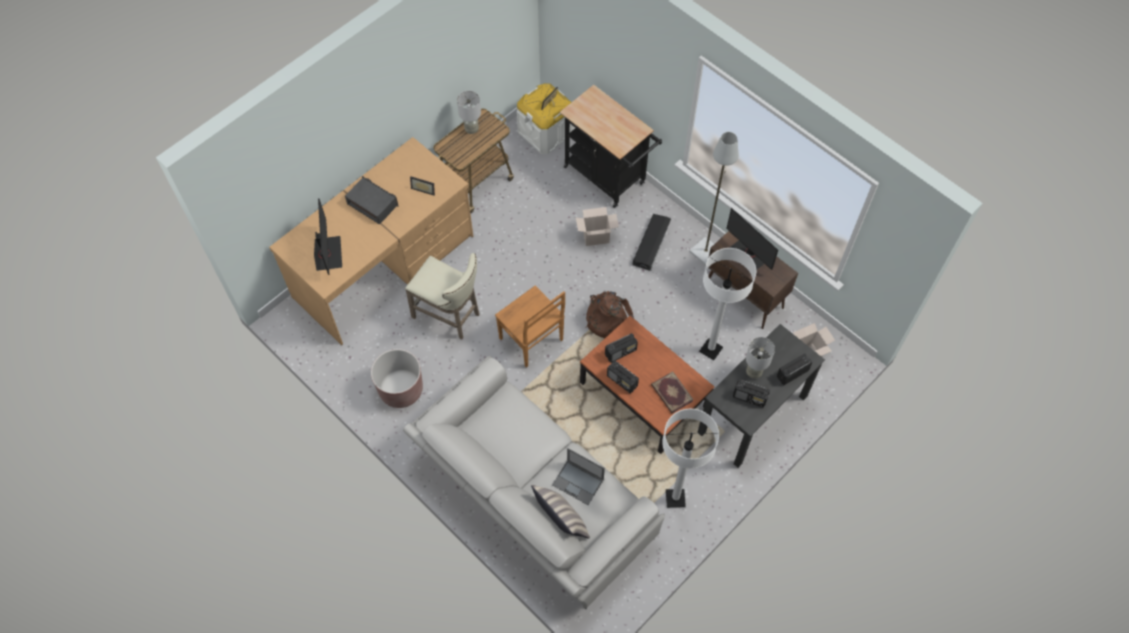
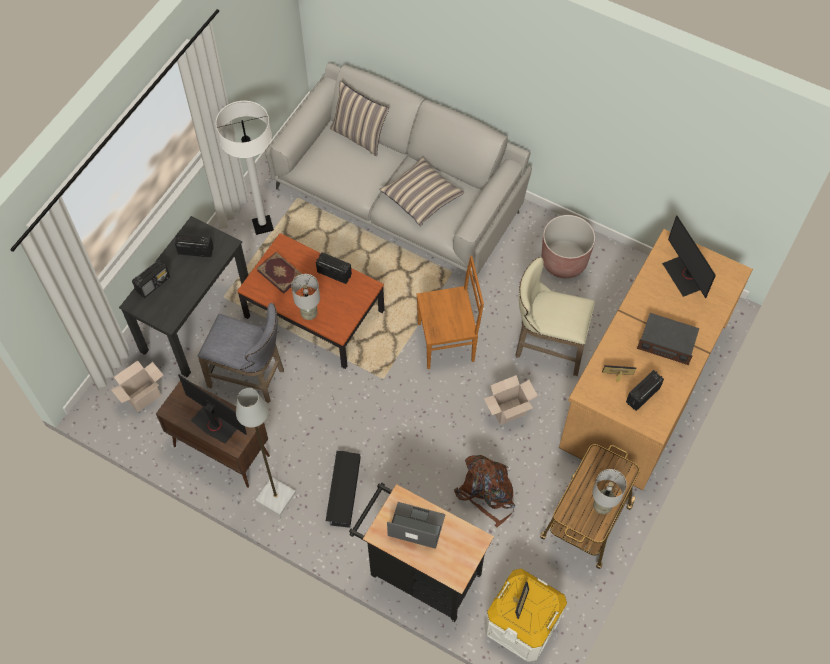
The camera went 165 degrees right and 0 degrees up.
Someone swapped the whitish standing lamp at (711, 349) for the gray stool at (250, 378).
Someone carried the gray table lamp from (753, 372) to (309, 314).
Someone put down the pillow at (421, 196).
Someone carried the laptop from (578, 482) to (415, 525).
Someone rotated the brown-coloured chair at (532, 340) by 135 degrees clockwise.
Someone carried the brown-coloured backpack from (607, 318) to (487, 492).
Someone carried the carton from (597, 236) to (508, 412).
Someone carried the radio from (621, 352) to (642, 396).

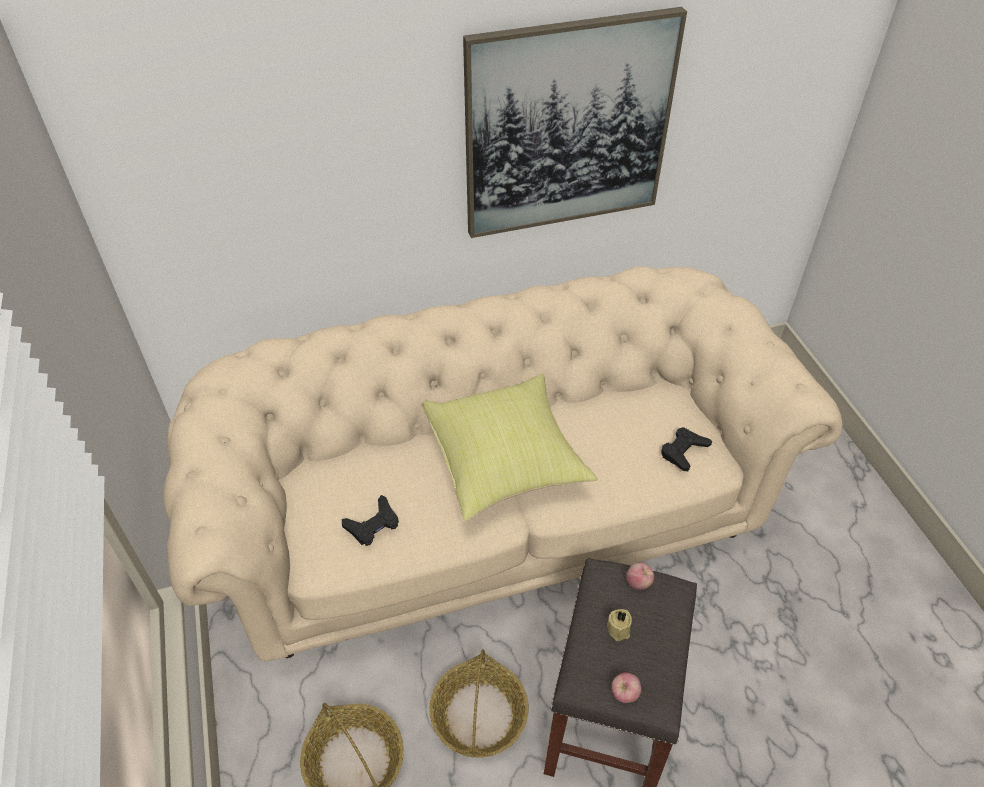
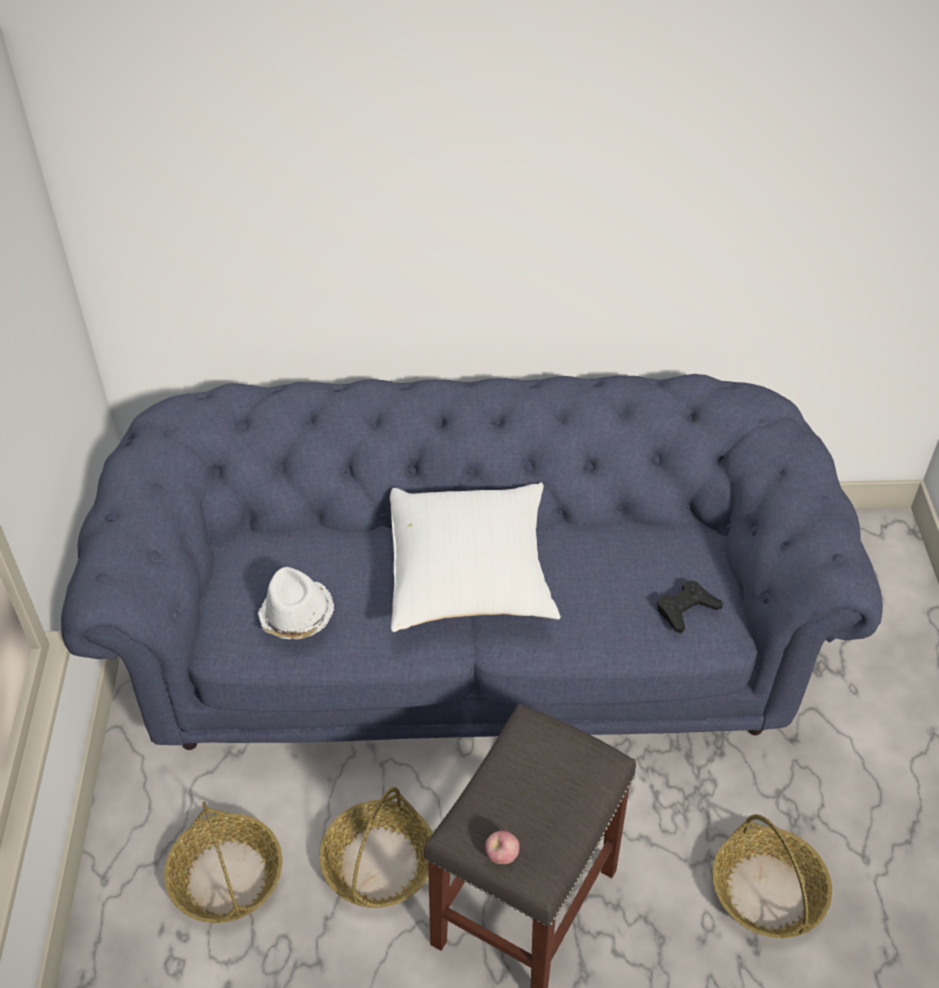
The camera went 15 degrees right and 0 degrees up.
Someone repainted the sand-coloured settee at (492, 511), which became the bluish settee at (469, 639).
Someone swapped the black gamepad at (373, 525) for the whitish wearable hat at (296, 615).
Someone repainted the yellowish pillow at (506, 462), which became the whitish pillow at (471, 577).
Someone put down the basket at (768, 892).
Someone took away the picture at (567, 127).
Someone took away the sand-coloured candle at (619, 628).
Someone took away the apple at (638, 582).

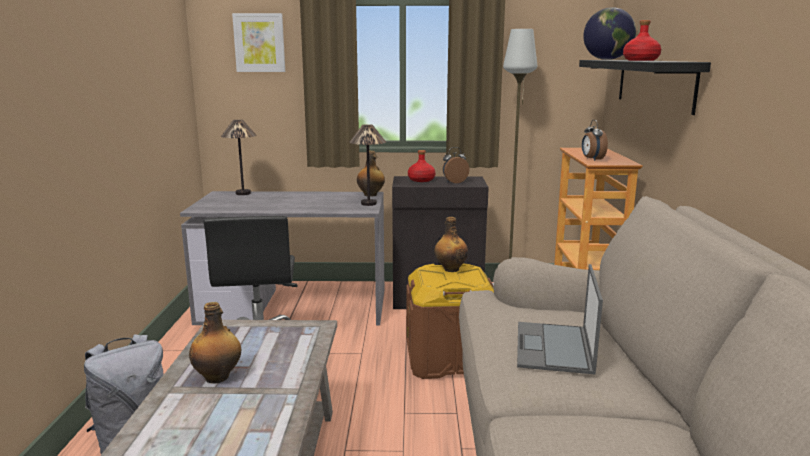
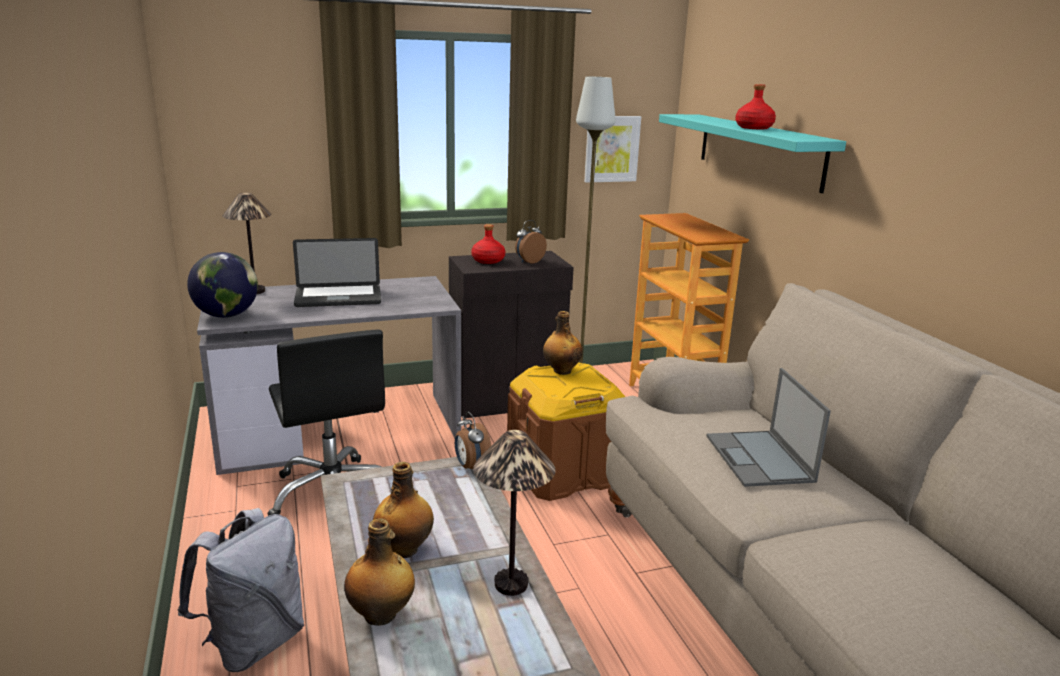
The camera went 20 degrees left and 5 degrees up.
Someone carried the world globe from (607, 59) to (227, 315).
Someone put down the laptop at (338, 298).
Someone carried the drink bottle from (371, 195) to (381, 615).
Someone carried the bedside clock from (592, 159) to (471, 467).
Someone carried the table lamp from (369, 203) to (511, 584).
Someone carried the picture from (259, 43) to (611, 149).
Someone repainted the black bracket shelf at (654, 83), which became the blue-green bracket shelf at (759, 150).

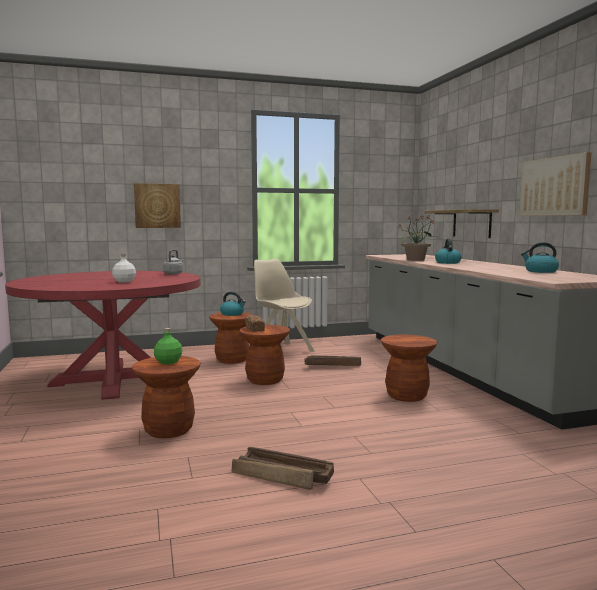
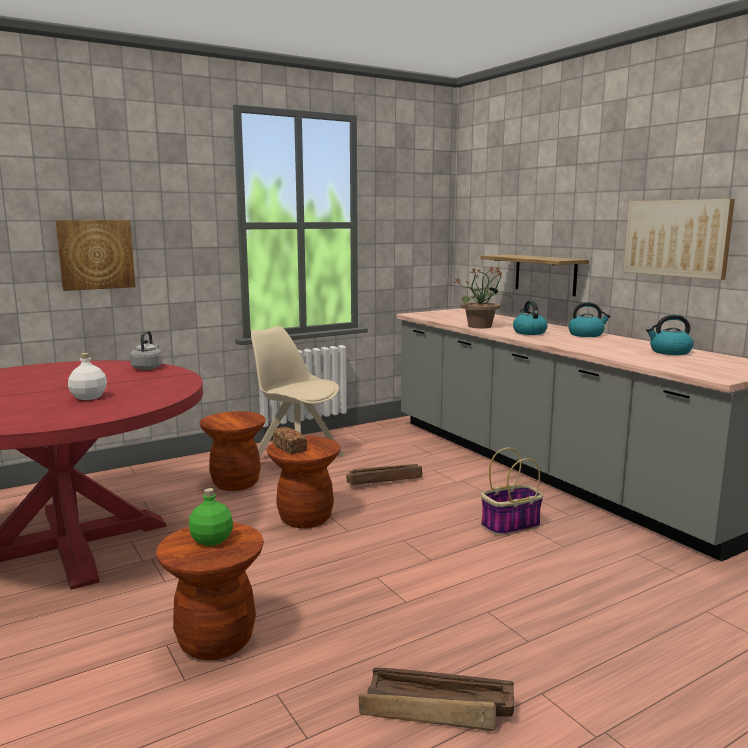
The camera went 15 degrees left and 5 degrees up.
Someone swapped the brown-coloured stool at (406, 396) for the basket at (510, 526).
Someone carried the tea kettle from (232, 314) to (586, 335).

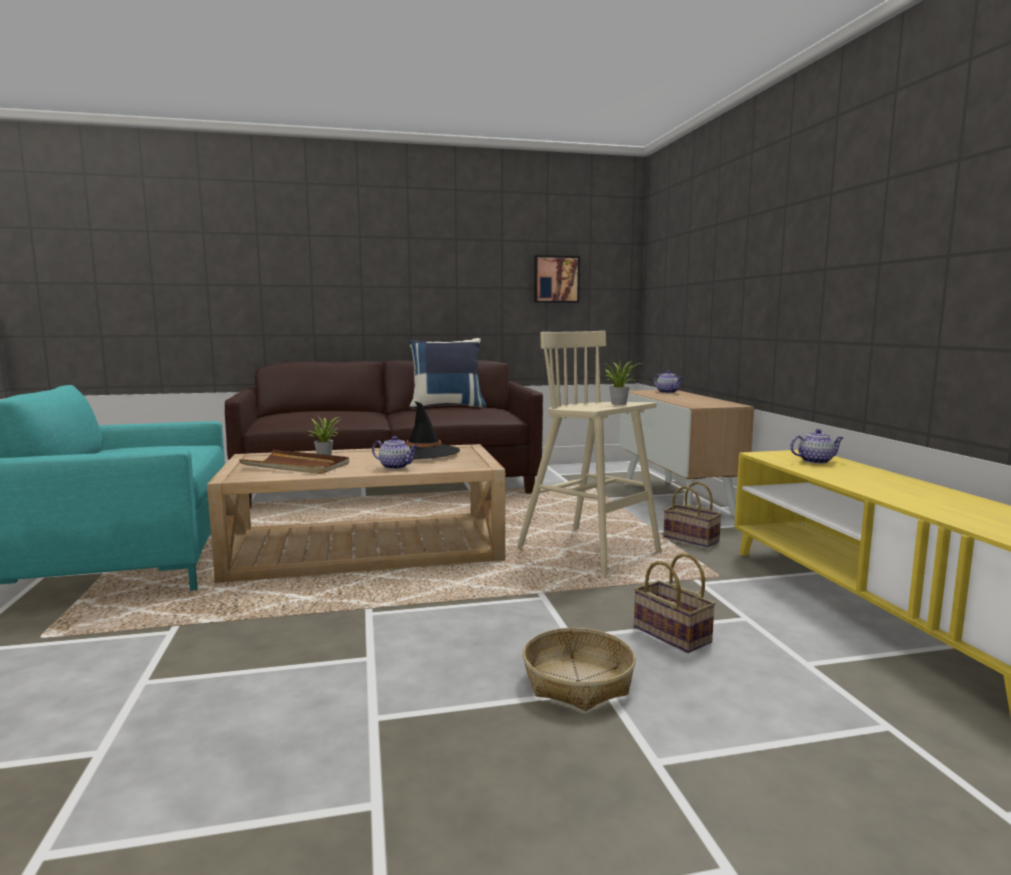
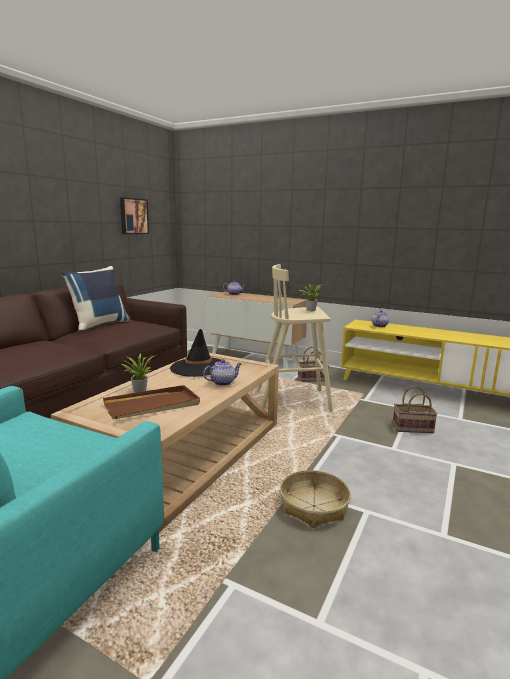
The camera went 50 degrees left and 5 degrees up.
Someone carried the basket from (578, 681) to (314, 506).

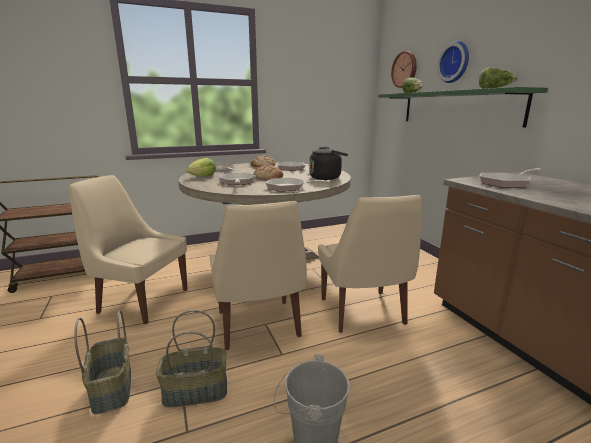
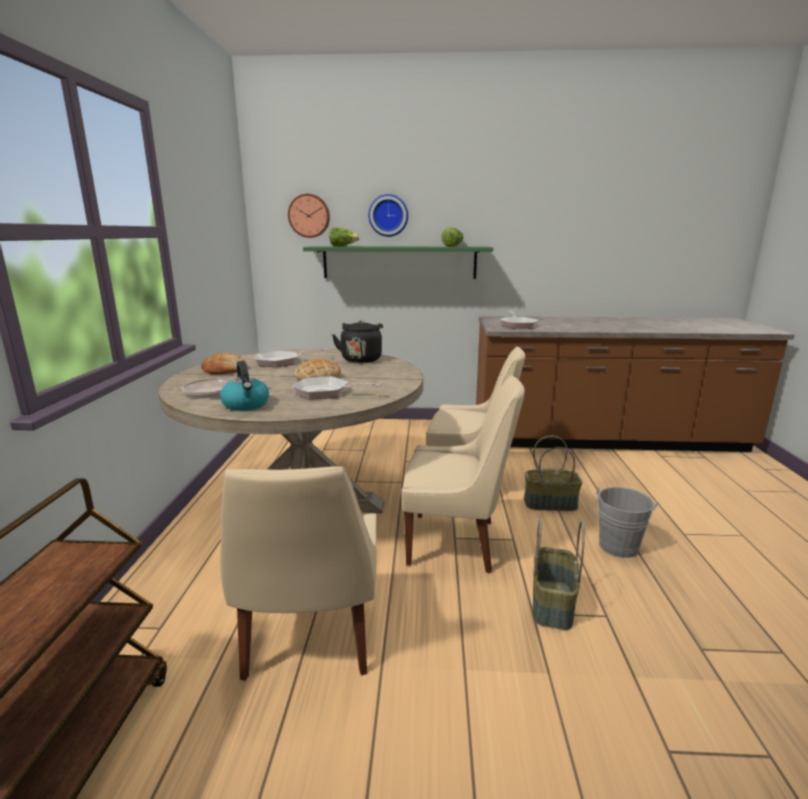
The camera went 65 degrees left and 0 degrees up.
Someone swapped the lettuce at (203, 176) for the tea kettle at (246, 405).
Someone rotated the sand-coloured chair at (141, 300) by 45 degrees counterclockwise.
Someone carried the basket from (113, 388) to (550, 503).
Someone took away the skillet at (289, 188).

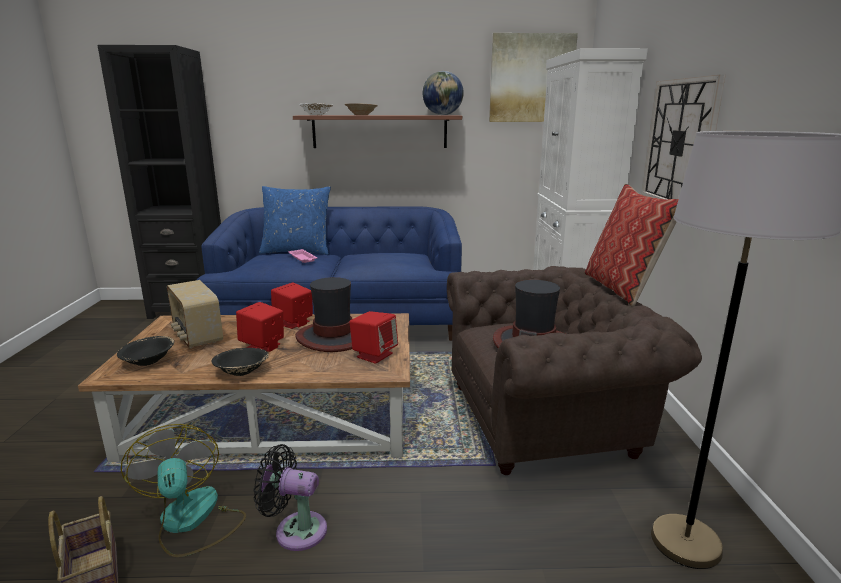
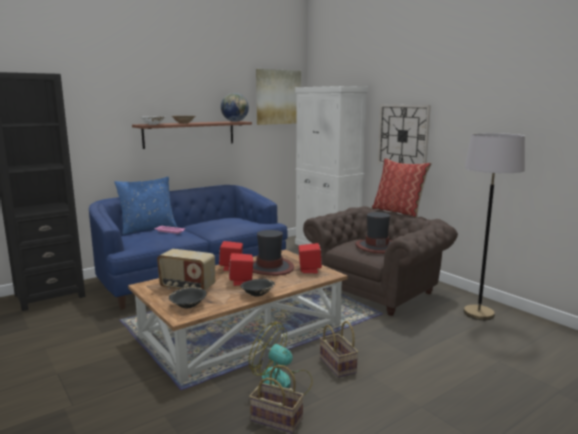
The camera went 35 degrees left and 5 degrees down.
Someone swapped the black electric fan at (296, 530) for the basket at (339, 365).

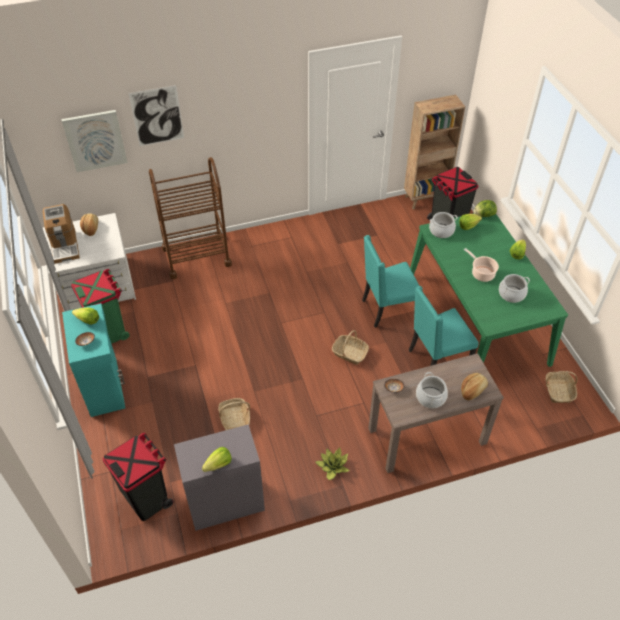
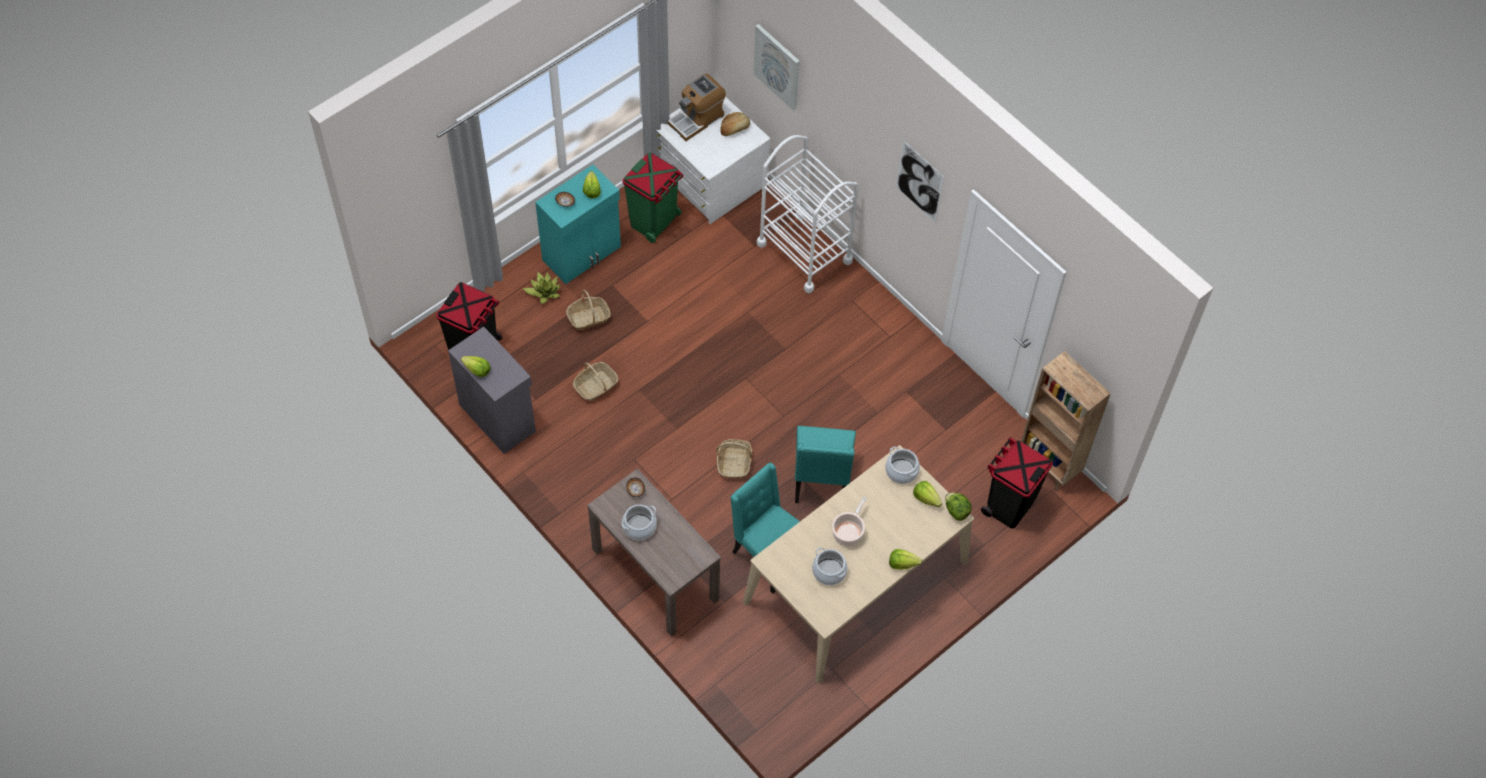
The camera went 65 degrees right and 10 degrees up.
Someone carried the plant in a pot from (333, 467) to (544, 292).
Someone carried the basket from (558, 391) to (589, 317).
Someone repainted the green-coloured dinner table at (476, 318), which became the sand-coloured dinner table at (856, 582).
Someone repainted the brown-coloured cart at (196, 256), which became the whitish cart at (804, 252).
Someone rotated the blue-green chair at (388, 309) by 135 degrees counterclockwise.
Someone carried the picture from (157, 116) to (919, 181).
Someone took away the bakery bread at (473, 390).

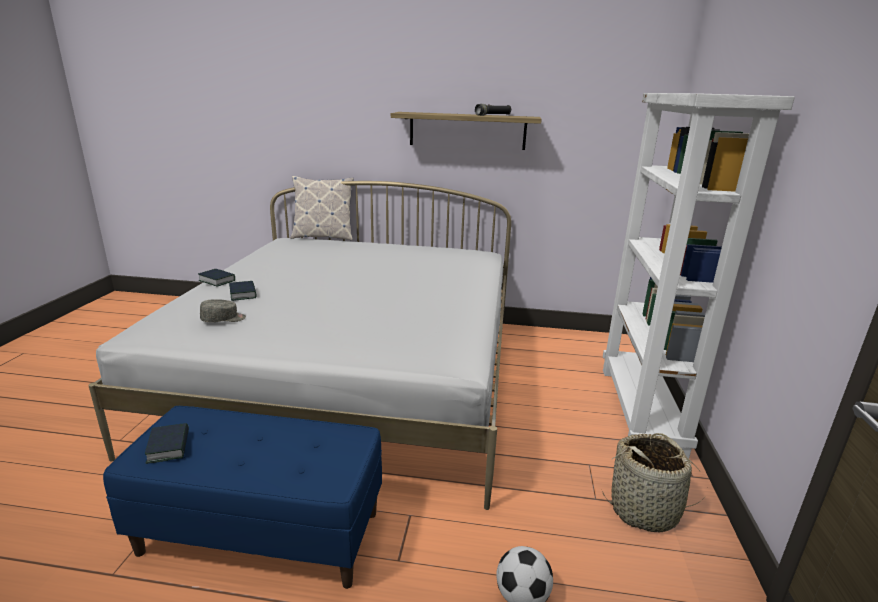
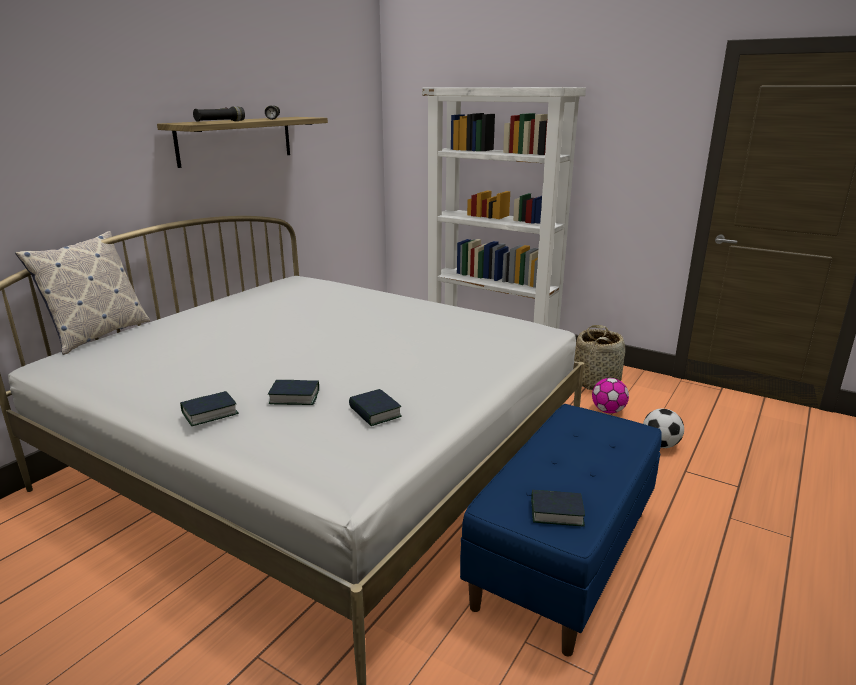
The camera went 65 degrees left and 0 degrees up.
Someone put down the black hand torch at (220, 121).
Someone swapped the gray baseball cap at (223, 319) for the bound book at (375, 412).
Someone put down the football ball at (608, 411).

